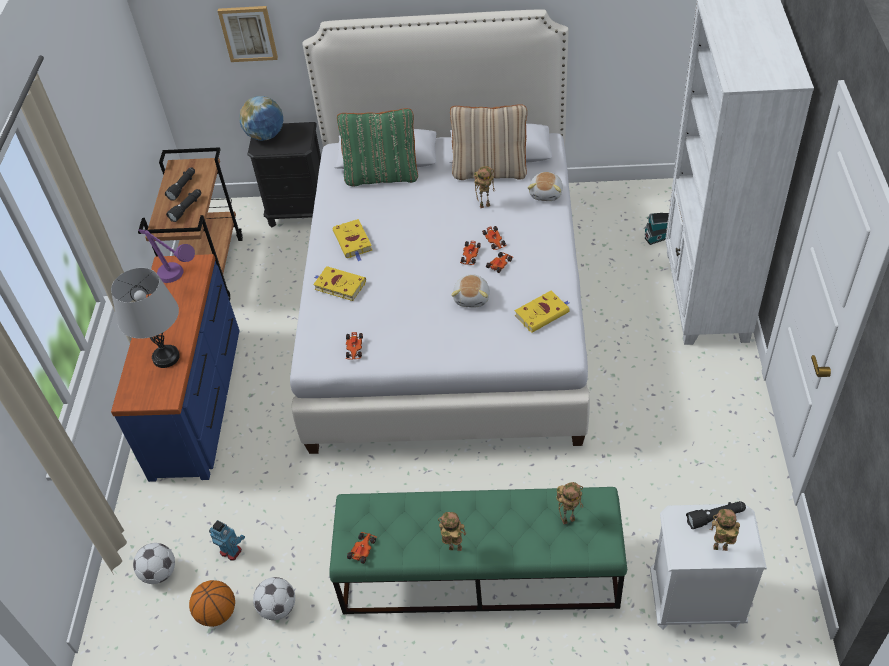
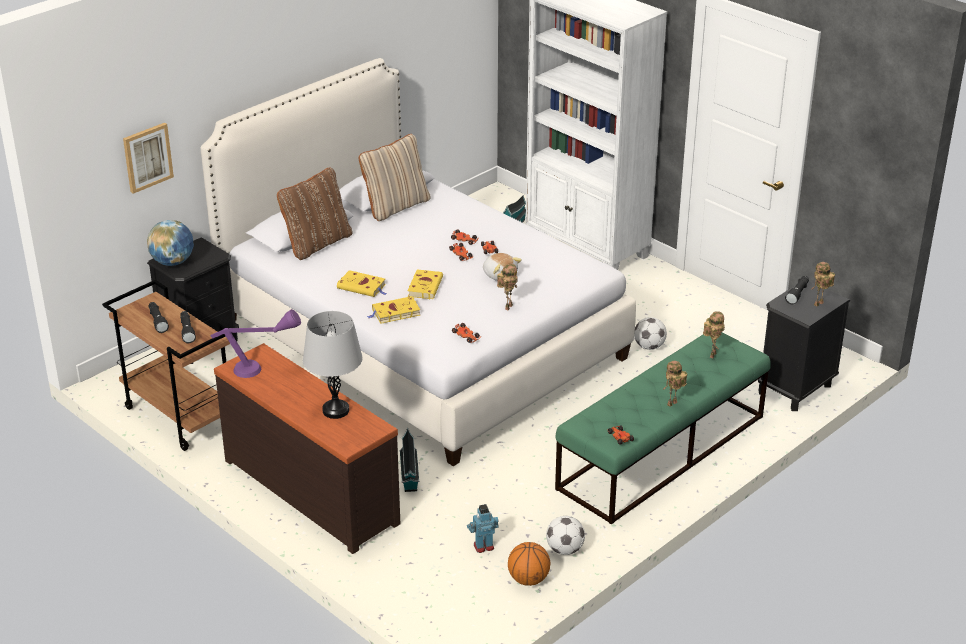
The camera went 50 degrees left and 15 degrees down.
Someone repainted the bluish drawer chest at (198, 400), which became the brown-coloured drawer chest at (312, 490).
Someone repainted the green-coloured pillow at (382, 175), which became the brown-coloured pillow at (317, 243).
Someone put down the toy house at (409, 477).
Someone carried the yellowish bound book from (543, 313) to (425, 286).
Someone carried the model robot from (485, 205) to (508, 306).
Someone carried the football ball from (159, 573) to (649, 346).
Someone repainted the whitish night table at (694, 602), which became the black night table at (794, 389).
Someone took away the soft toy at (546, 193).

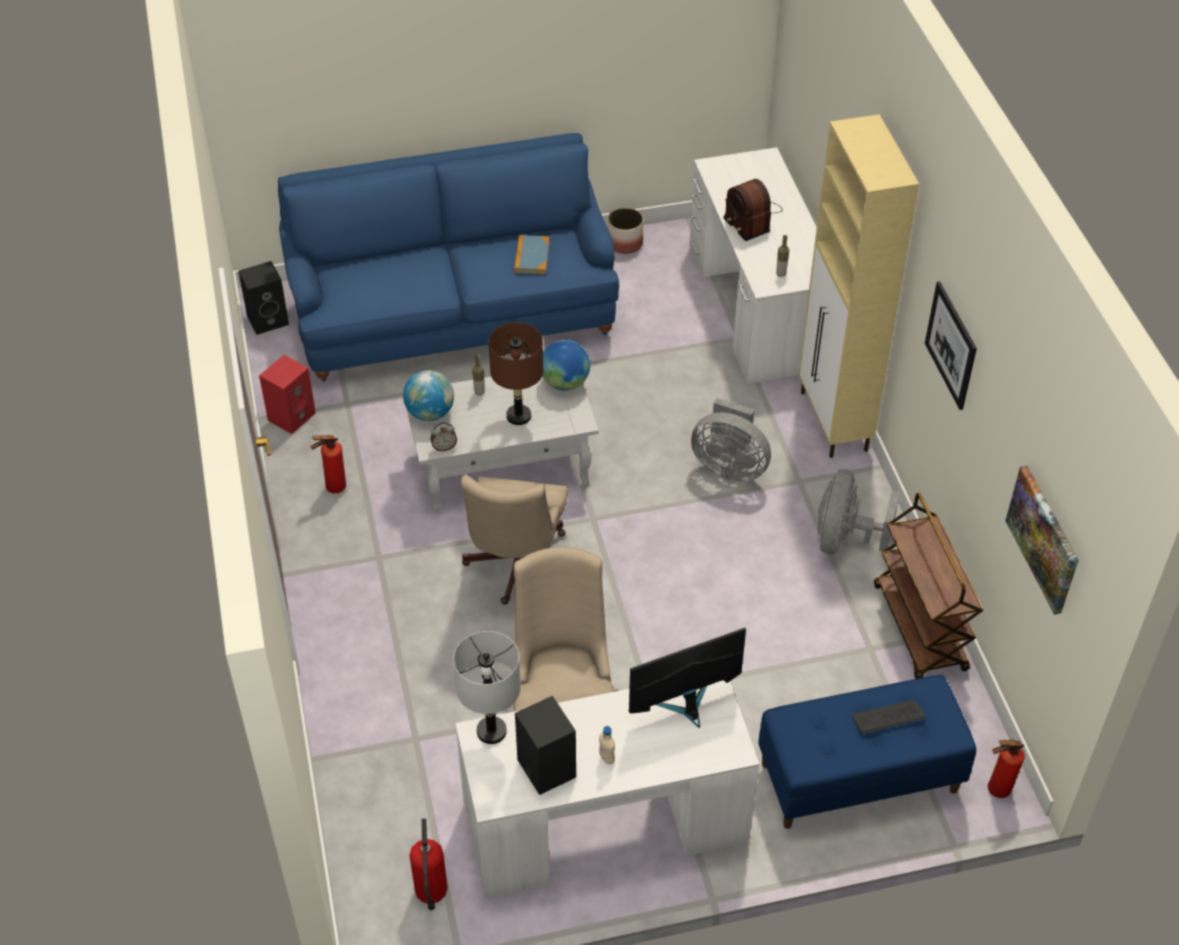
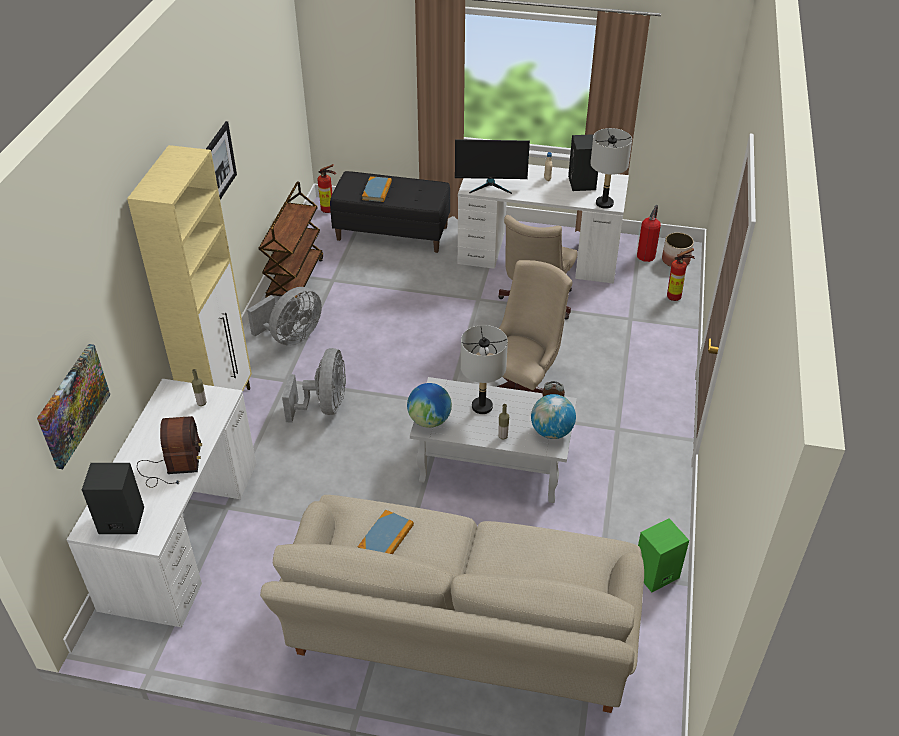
The camera went 155 degrees left and 5 degrees down.
Someone carried the picture from (1044, 538) to (73, 405).
Someone carried the black speaker from (268, 319) to (120, 521).
Someone repainted the bluish settee at (453, 312), which became the sand-coloured settee at (460, 635).
Someone rotated the gray electric fan at (729, 466) by 45 degrees clockwise.
Someone repainted the bluish bench at (858, 778), which became the black bench at (392, 233).
Someone swapped the PC keyboard at (887, 717) for the bound book at (377, 191).
Someone repainted the brown-coloured table lamp at (519, 416), which became the gray table lamp at (482, 406).
Someone repainted the reddish speaker at (291, 415), which became the green-coloured speaker at (655, 575).
Someone carried the plant pot from (625, 243) to (675, 260).
Someone carried the extinguisher from (333, 488) to (676, 297).

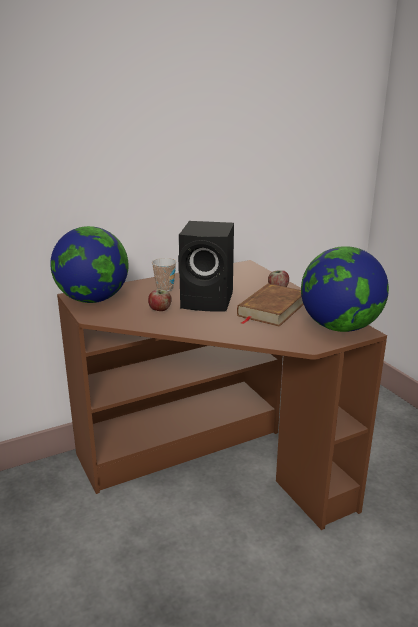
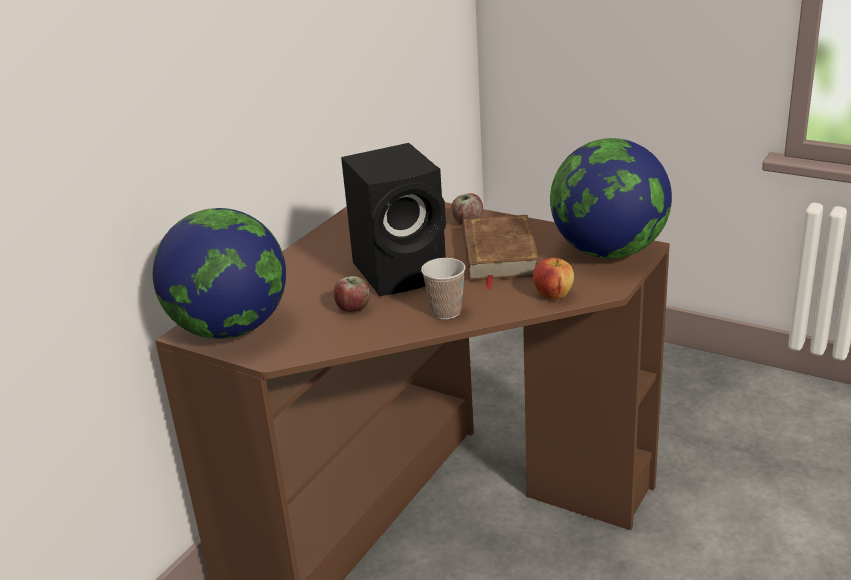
The camera went 30 degrees left and 5 degrees up.
Someone carried the drinking cup from (165, 288) to (446, 312).
Someone put down the apple at (553, 295).

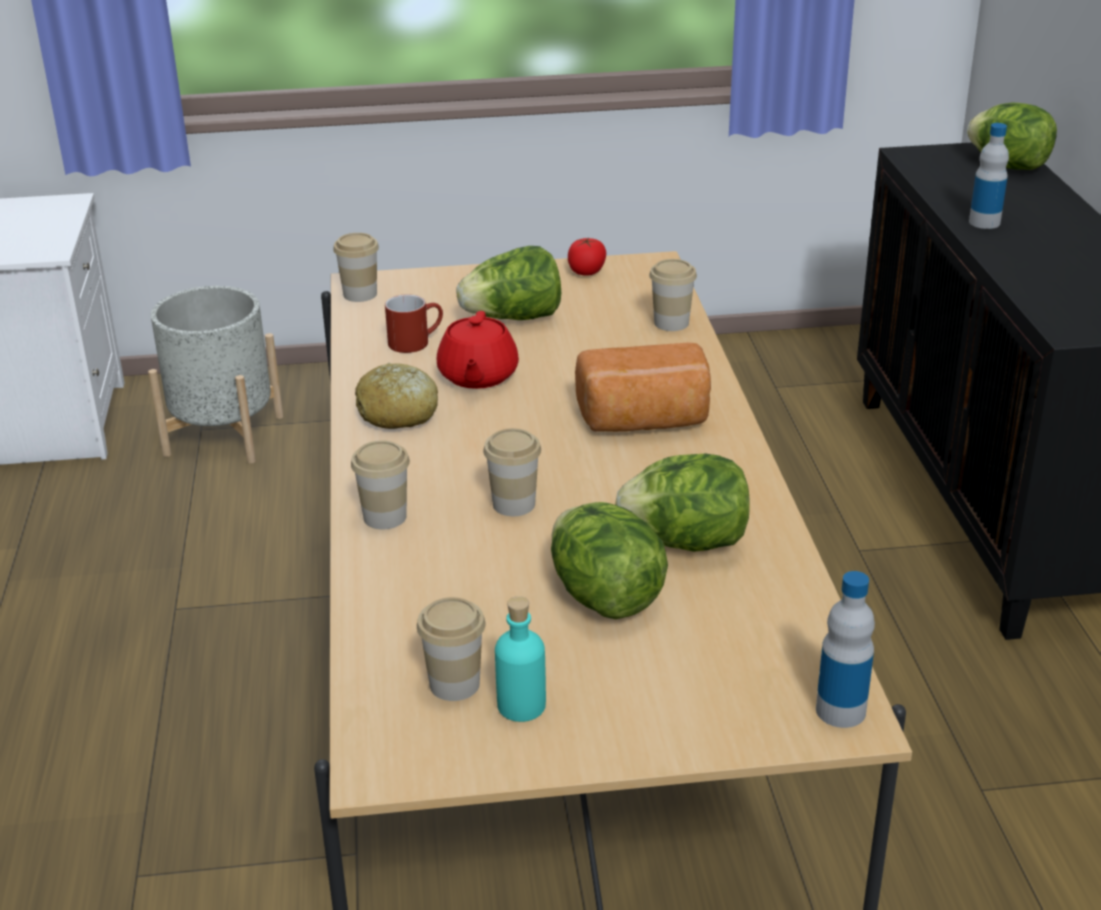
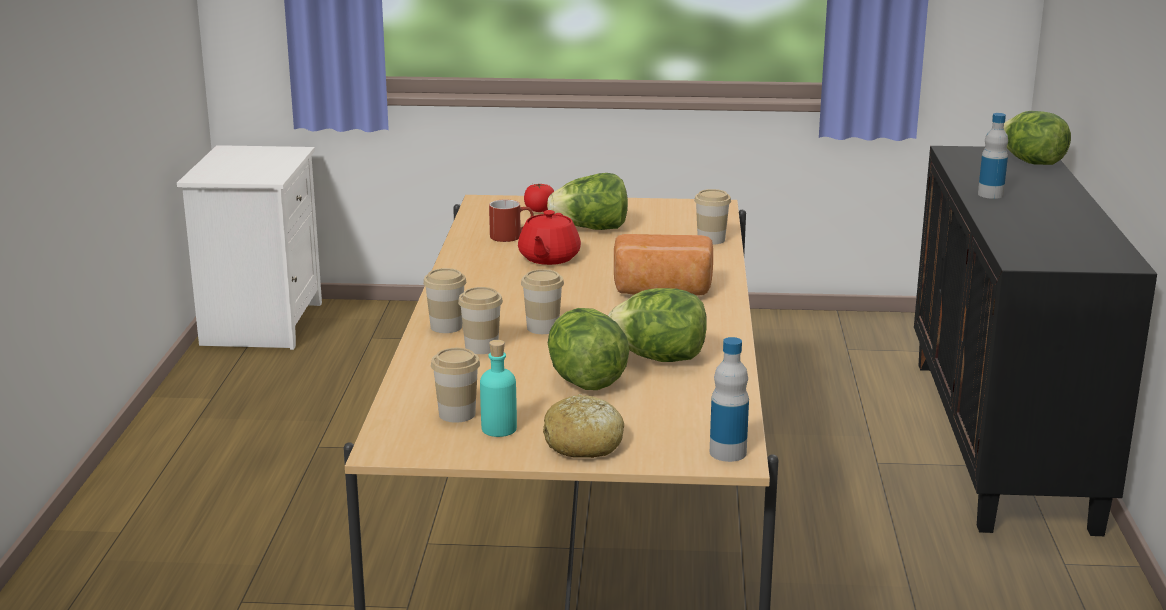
The camera went 10 degrees right and 10 degrees down.
Someone carried the drinking cup from (360, 294) to (481, 347).
Someone carried the fresh tomato from (586, 271) to (539, 210).
Someone carried the bakery bread from (398, 413) to (583, 444).
Someone took away the gray plant pot at (224, 435).

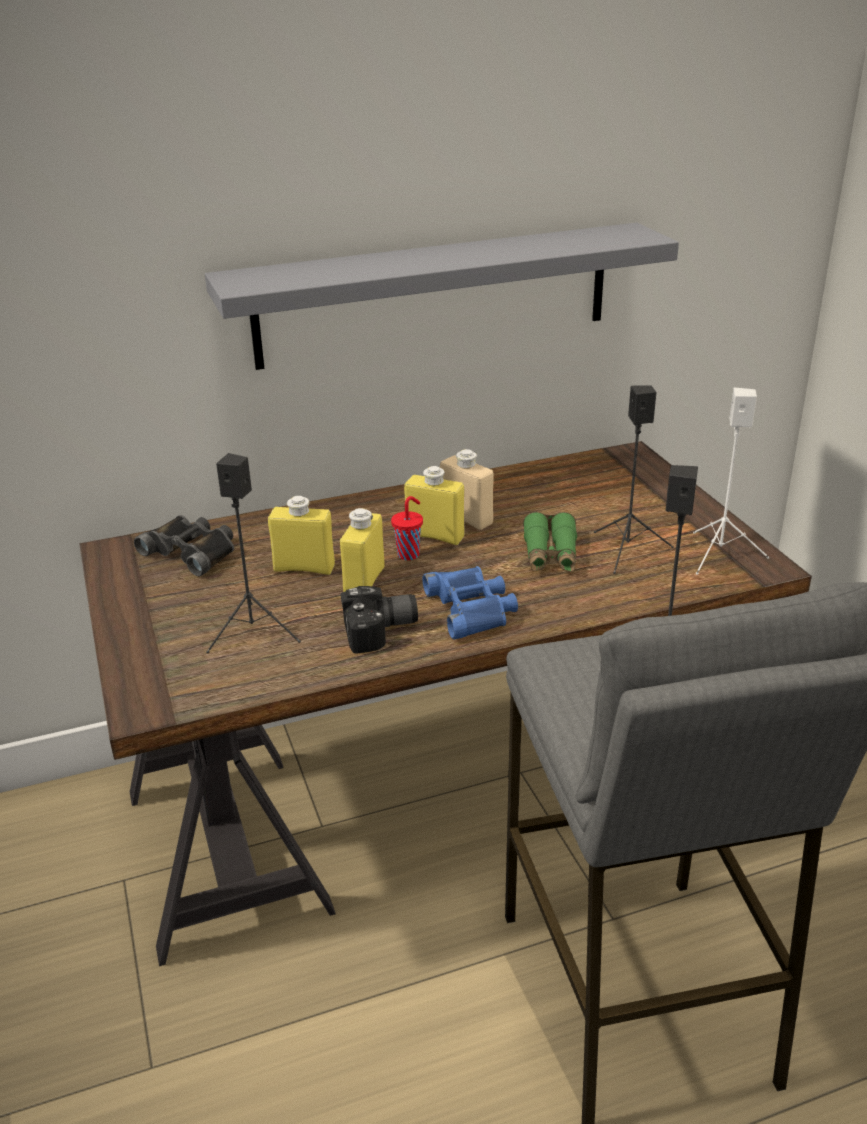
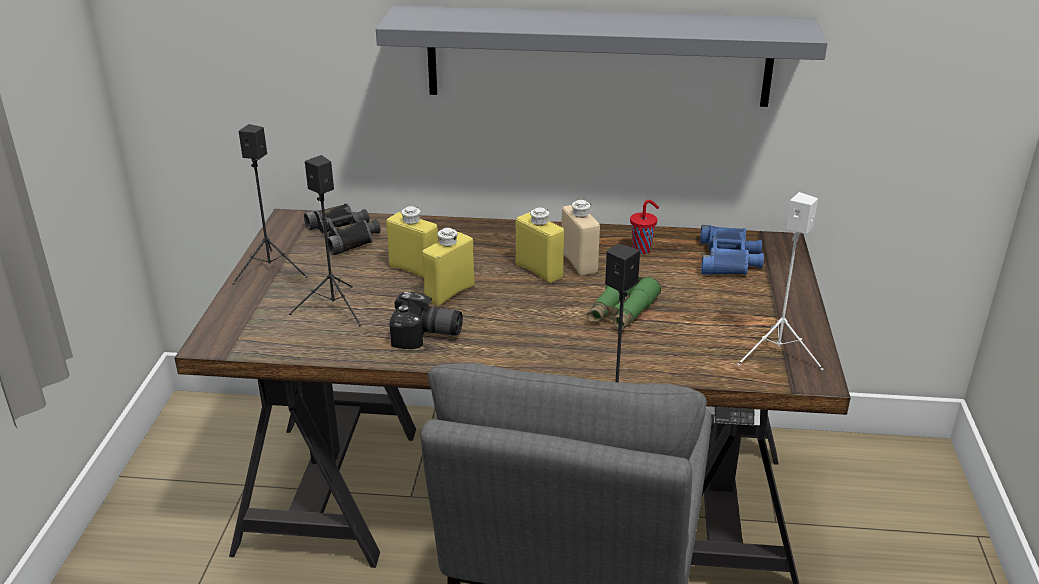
The camera went 25 degrees right and 0 degrees up.
Someone carried the black speaker from (627, 551) to (270, 271).
Someone carried the reddish drinking cup from (409, 554) to (642, 249).
Someone carried the bluish field glasses from (471, 609) to (729, 259).

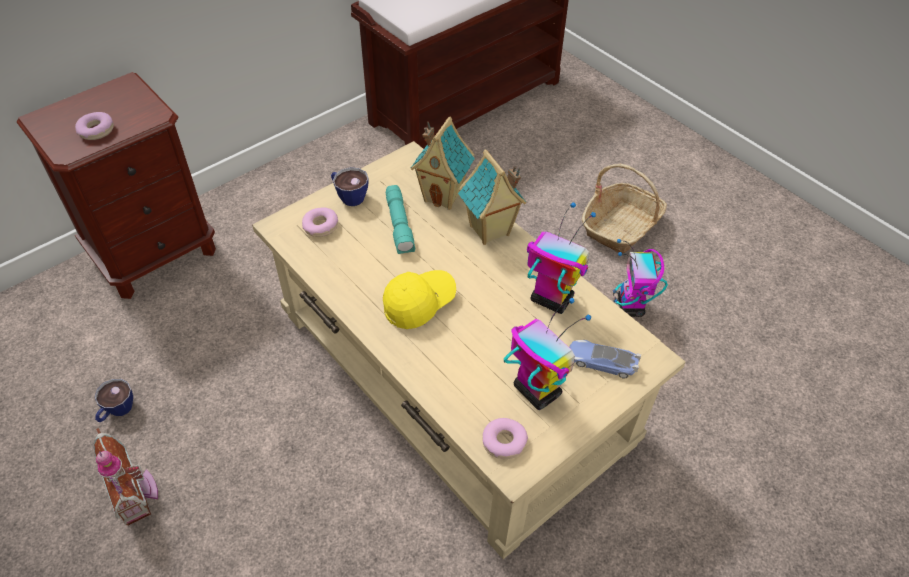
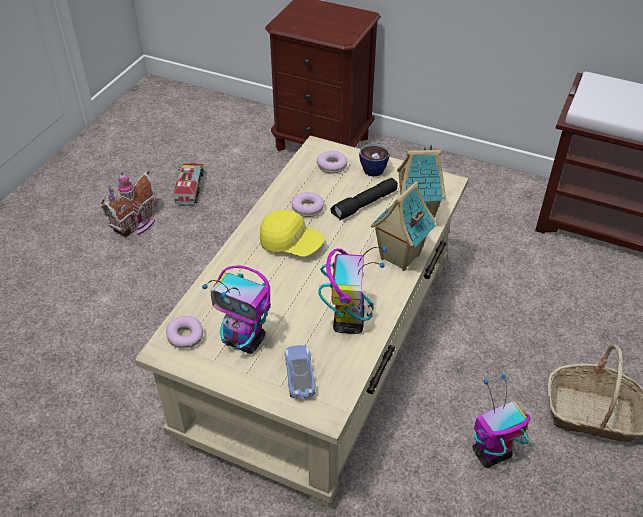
The camera went 65 degrees right and 5 degrees down.
Someone swapped the drinking cup at (117, 411) for the toy lorry at (190, 187).
Someone rotated the model robot at (536, 390) by 90 degrees clockwise.
Someone carried the ring doughnut from (96, 131) to (307, 208).
Someone repainted the blue-green hand torch at (400, 225), which became the black hand torch at (364, 205).

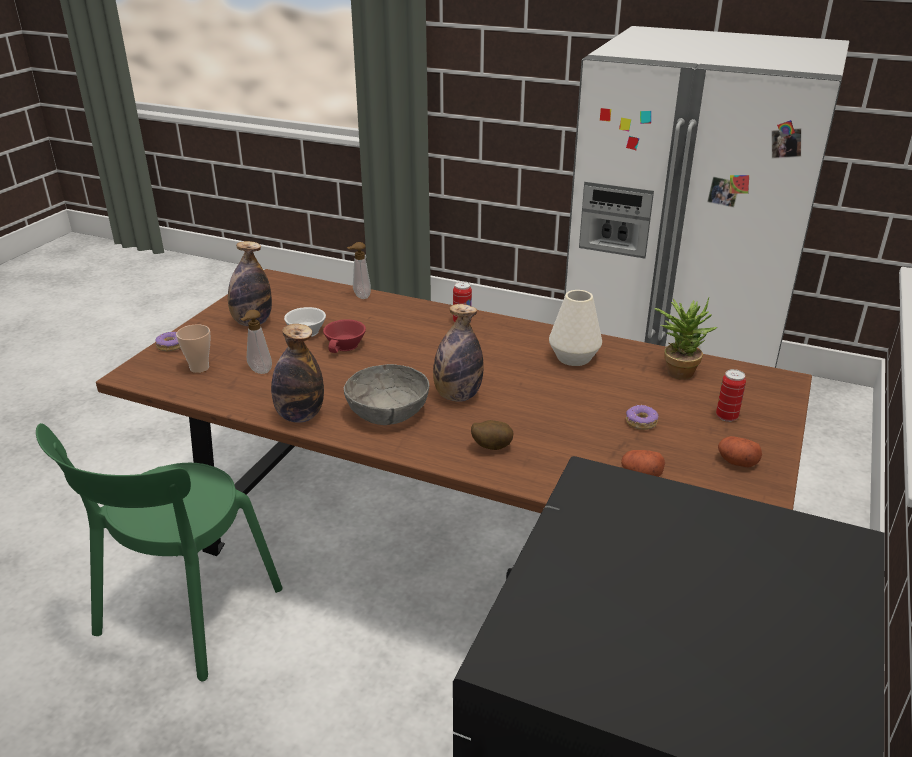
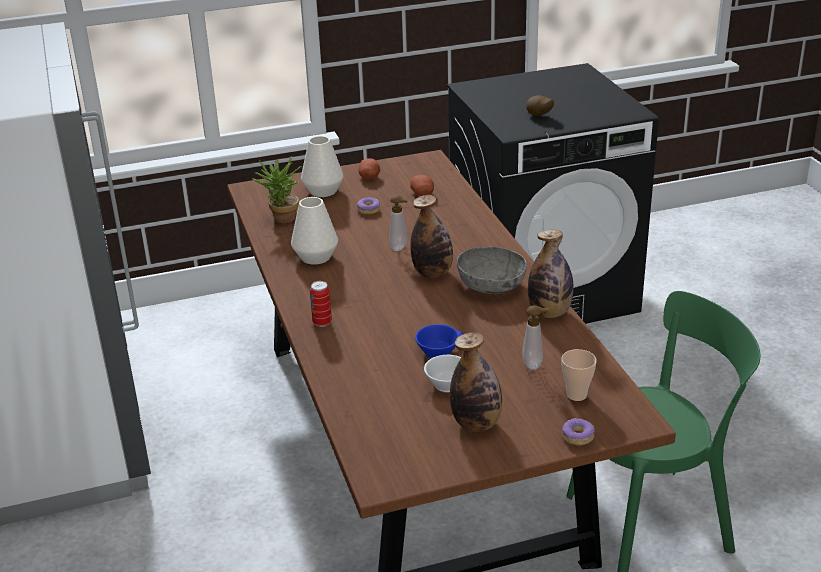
The camera went 130 degrees left and 0 degrees up.
Someone swapped the metal can at (726, 417) for the whitish flower vase at (323, 191).
Someone carried the soap bottle from (360, 297) to (400, 248).
Someone repainted the reddish drinking cup at (346, 346), which became the bluish drinking cup at (438, 351).
Someone carried the potato from (491, 447) to (538, 116).

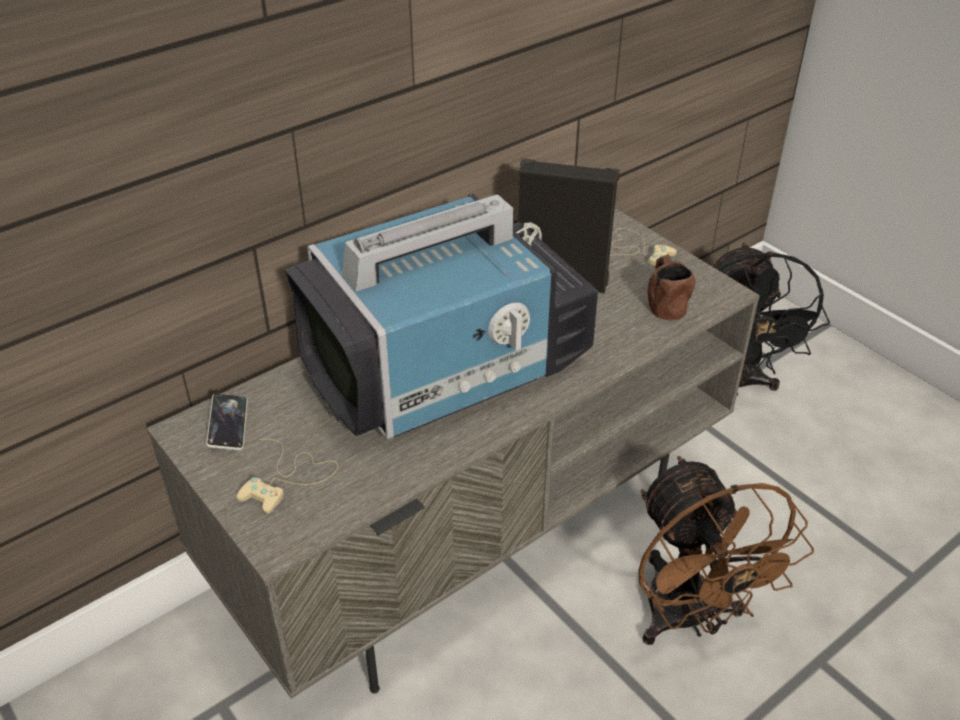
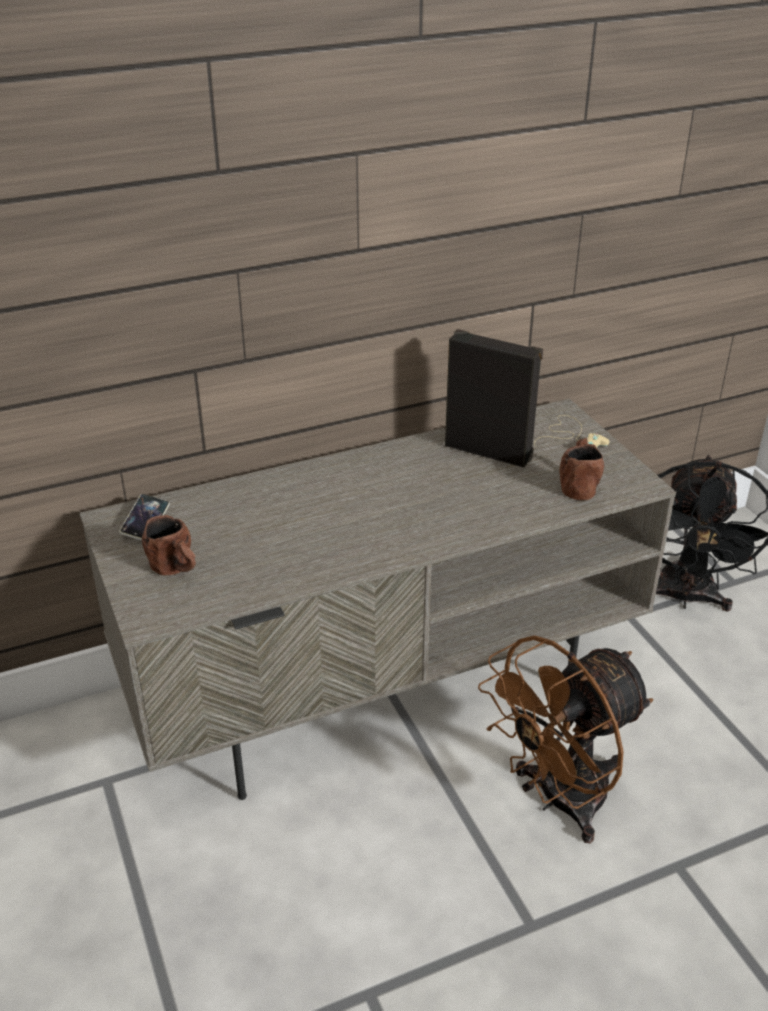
The camera went 15 degrees right and 5 degrees down.
Someone swapped the sand-coloured gamepad at (288, 478) for the brown-coloured coffee mug at (177, 570).
Someone rotated the brown-coloured electric fan at (689, 619) by 60 degrees clockwise.
Someone took away the TV at (449, 368).

